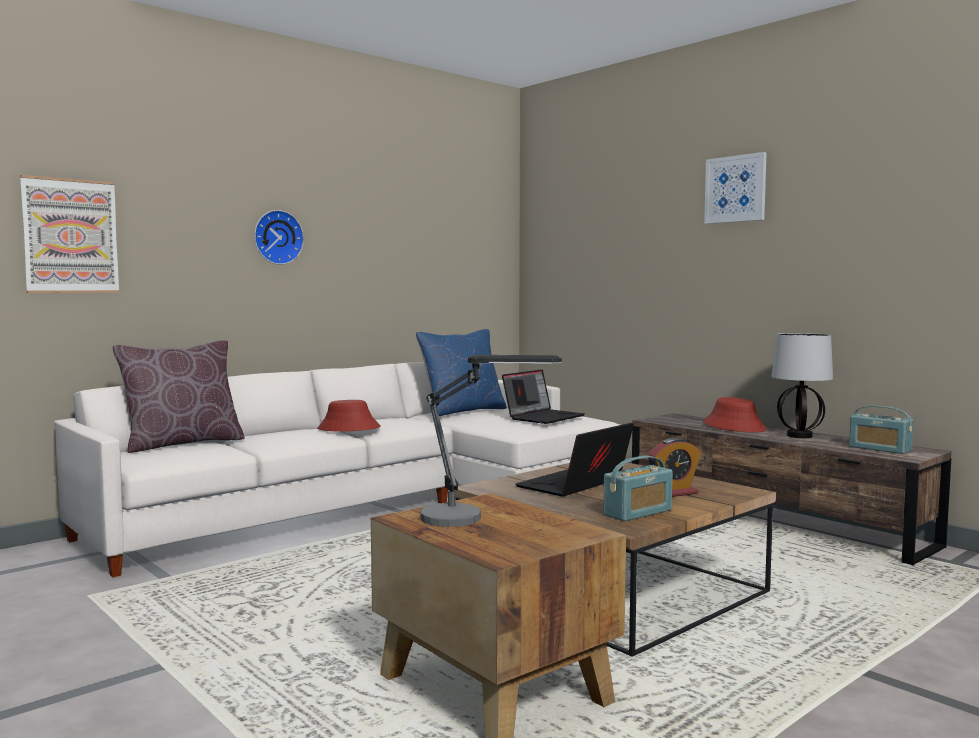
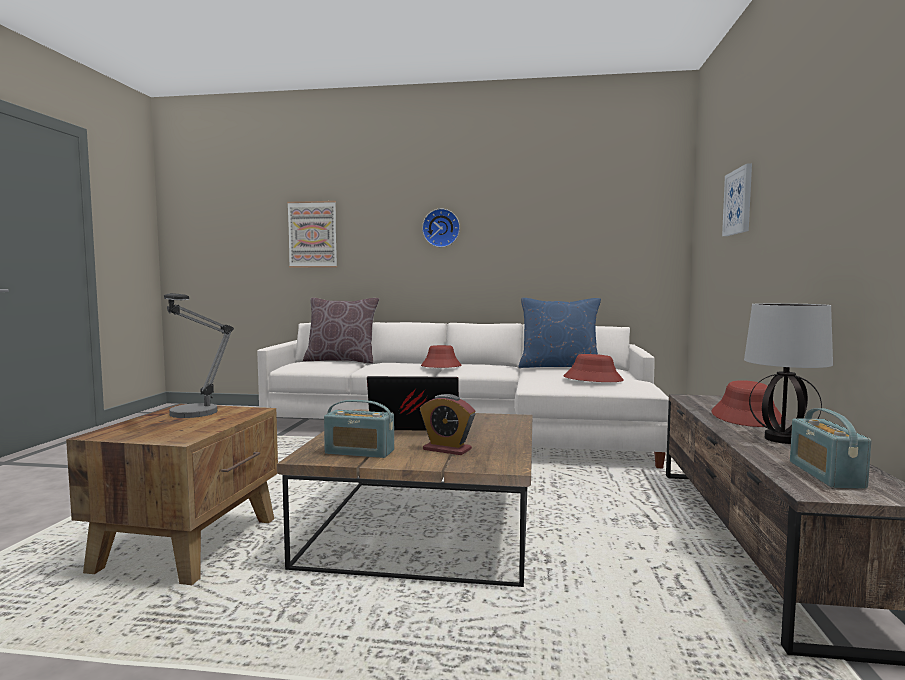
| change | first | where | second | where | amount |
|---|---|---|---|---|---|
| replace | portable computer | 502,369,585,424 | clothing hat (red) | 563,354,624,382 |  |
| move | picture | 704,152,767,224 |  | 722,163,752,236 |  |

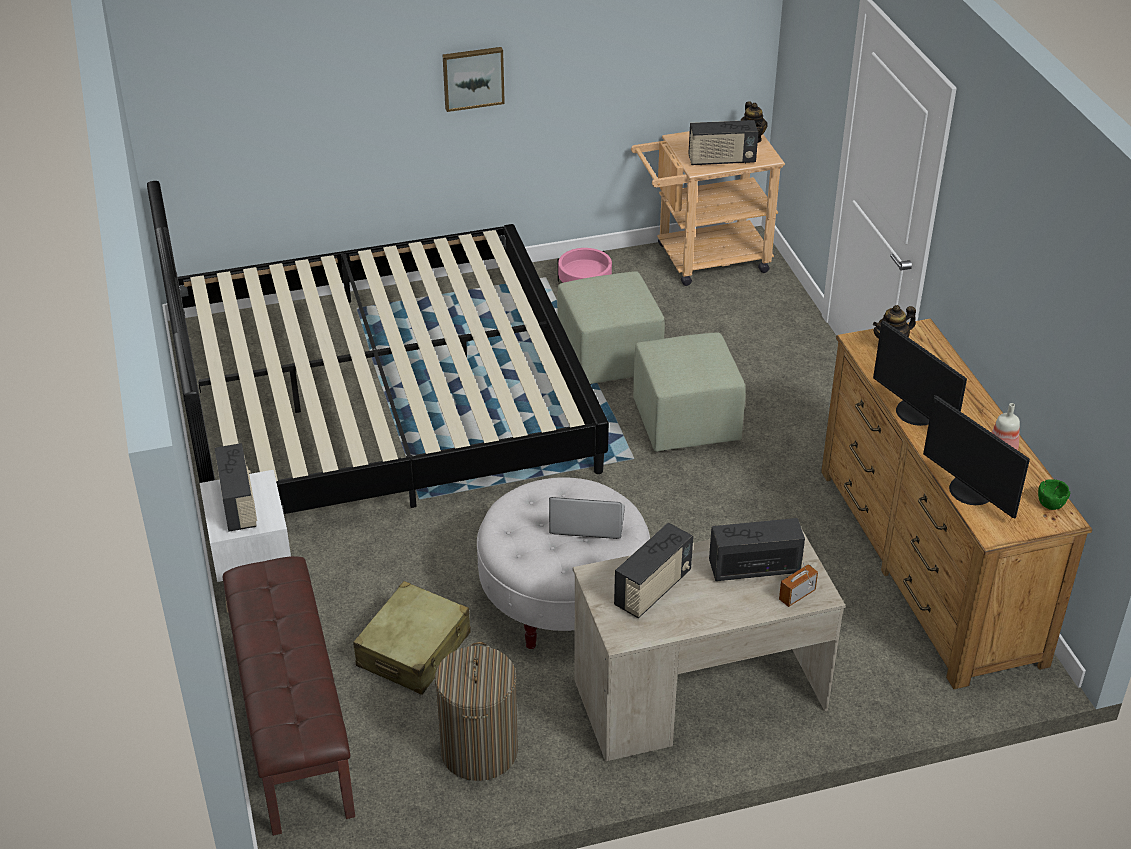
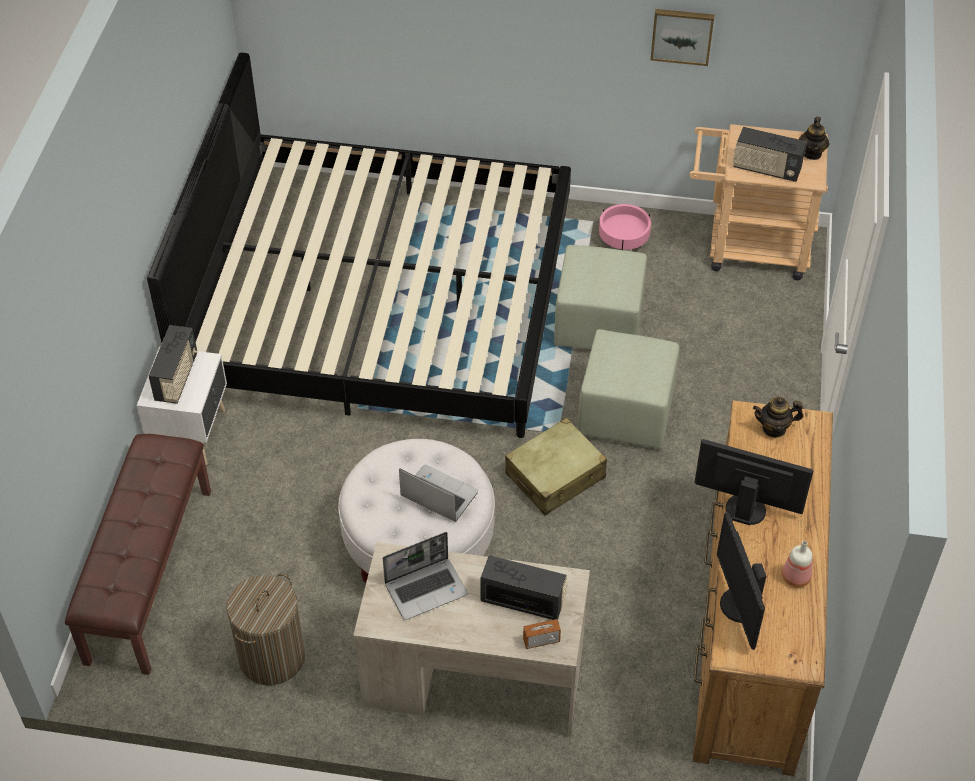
| change | first | where | second | where | amount |
|---|---|---|---|---|---|
| move | piece of luggage (sand-coloured) | 353,581,471,695 |  | 505,418,607,515 |  |
| move | picture | 443,47,505,112 |  | 650,9,714,66 |  |
| replace | radio set | 614,523,693,619 | portable computer | 383,532,468,620 |  |
| rotate | computer screen | 873,321,967,426 |  | 694,439,814,525 | 120 degrees clockwise |
| delete | bowl (green) | 1038,479,1070,510 |  |  |  |

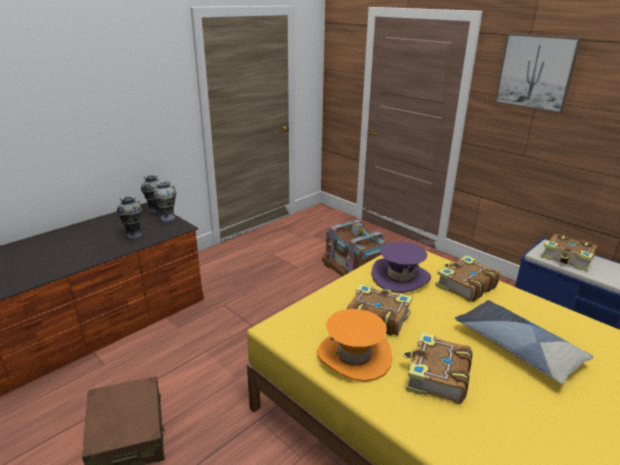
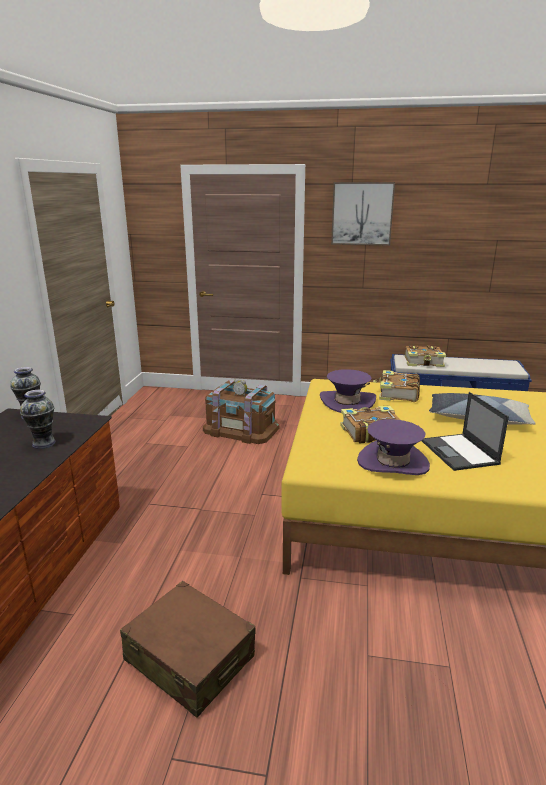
| change | first | where | second | where | amount |
|---|---|---|---|---|---|
| delete | vase | 153,180,177,222 |  |  |  |
| recolor | clothing hat (orange-coloured) | 317,309,392,382 | clothing hat (purplish) | 357,419,430,475 |  |
| replace | volume | 402,332,473,404 | portable computer | 422,392,509,471 |  |

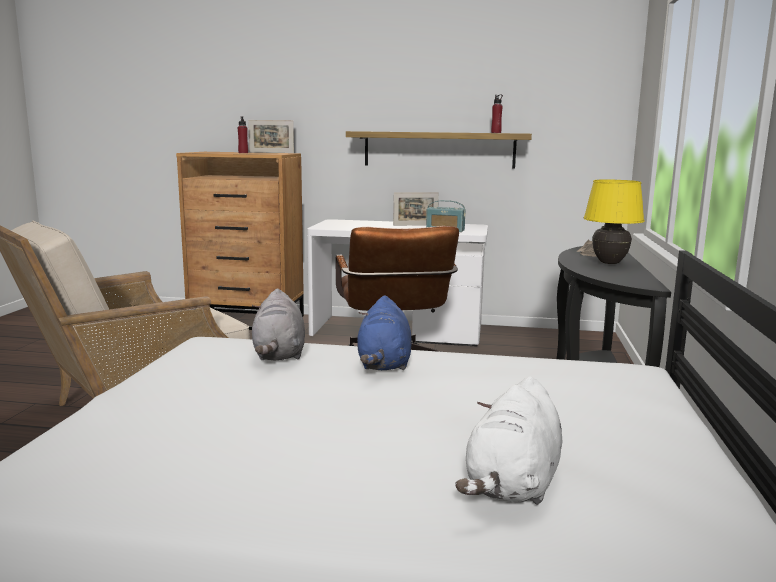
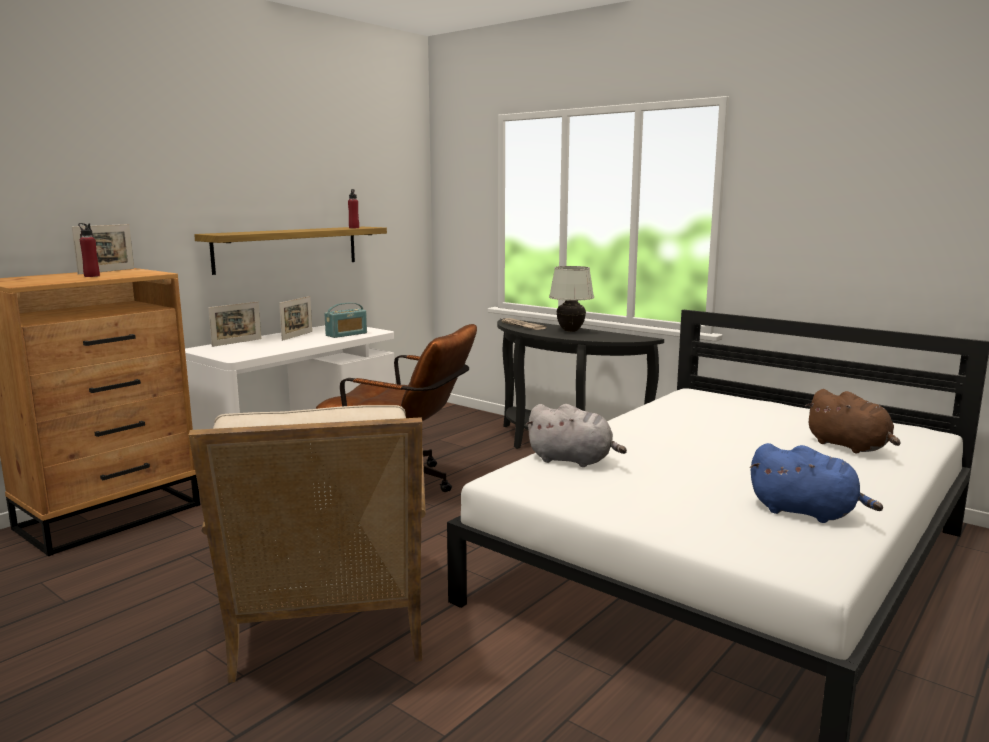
| change | first | where | second | where | amount |
|---|---|---|---|---|---|
| move | soft toy (blue-coloured) | 357,295,412,370 |  | 750,443,883,523 |  |
| recolor | soft toy (white-coloured) | 455,377,563,505 | soft toy (brown-coloured) | 805,389,900,453 |  |
| recolor | tabletop lamp (yellow-coloured) | 583,180,644,264 | tabletop lamp (white-coloured) | 549,266,594,332 |  |
| insert |  |  | picture frame | 208,302,261,347 |  |

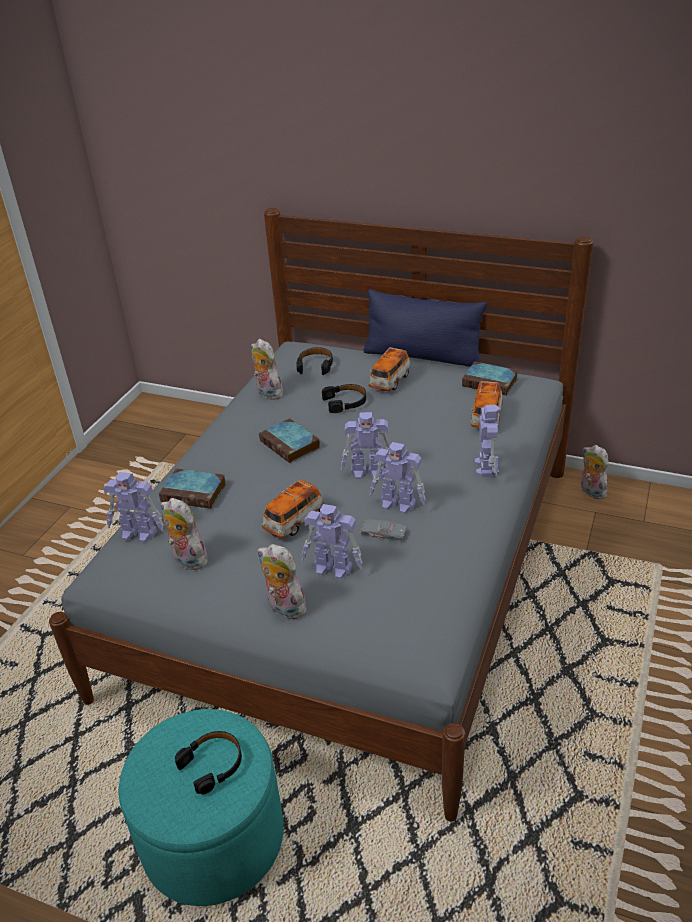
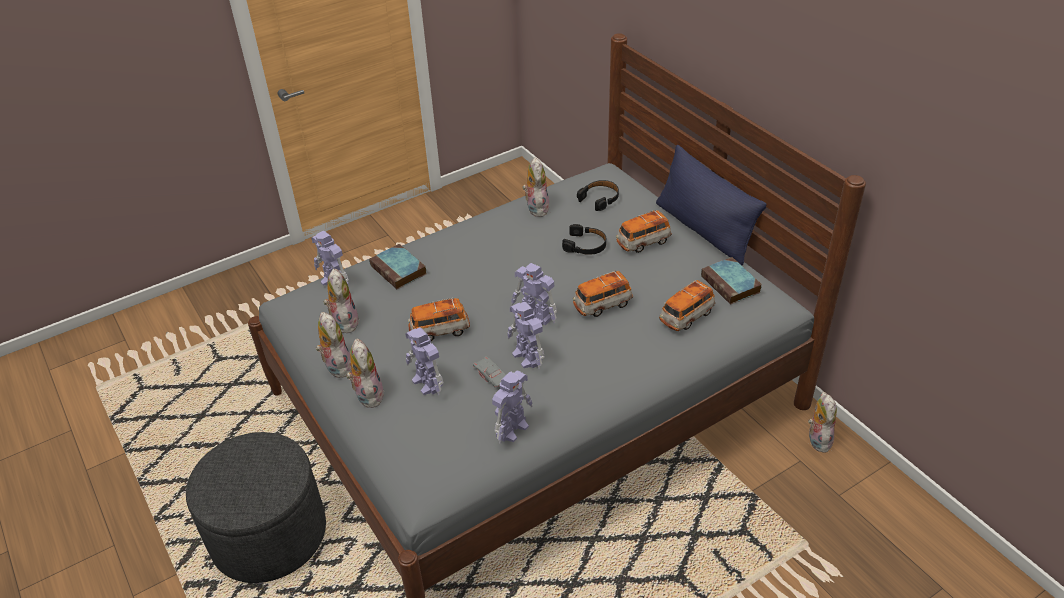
| change | first | where | second | where | amount |
|---|---|---|---|---|---|
| recolor | ottoman (blue-green) | 119,709,284,906 | ottoman (grey) | 186,432,326,583 |  |
| delete | headset (black) | 175,731,242,795 |  |  |  |
| delete | volume | 259,418,320,463 |  |  |  |
| move | robot figure | 475,405,500,477 |  | 492,371,533,444 |  |
| insert |  |  | soft toy | 316,312,351,378 |  |
| insert |  |  | model car | 573,271,633,317 |  |

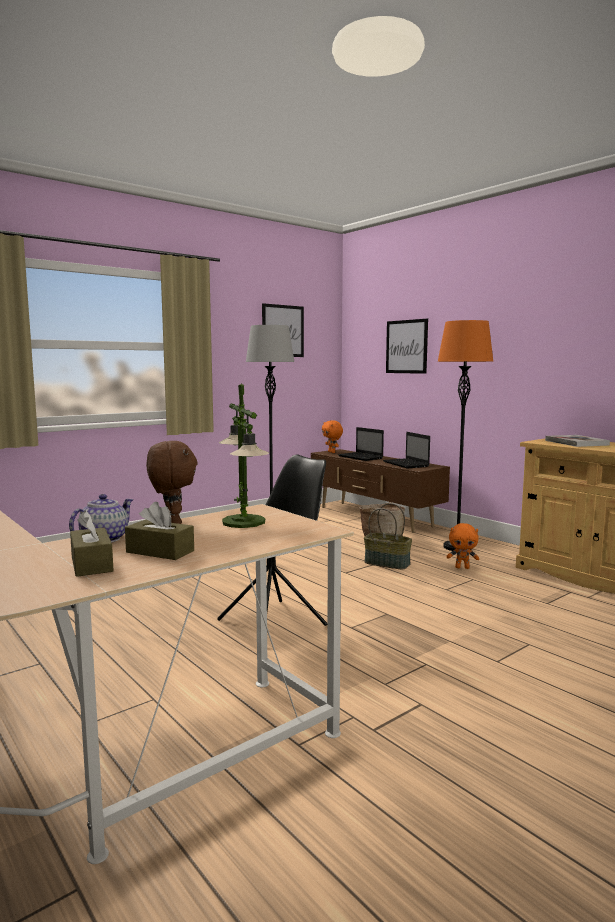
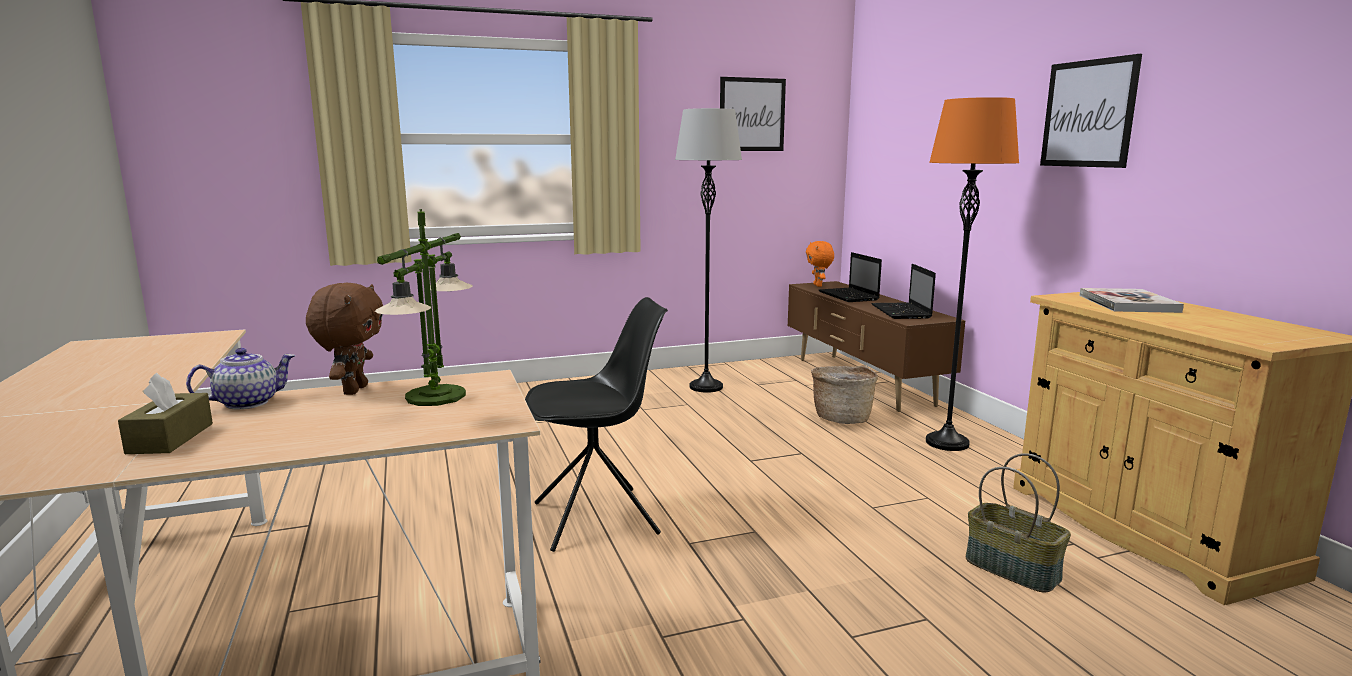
| change | first | where | second | where | amount |
|---|---|---|---|---|---|
| delete | tissue box (brown-coloured) | 125,502,194,560 |  |  |  |
| move | storage basket | 364,503,412,569 |  | 966,453,1071,593 |  |
| move | picture | 386,319,428,374 |  | 1040,54,1142,168 |  |
| delete | soft toy (orange-coloured) | 446,523,479,569 |  |  |  |

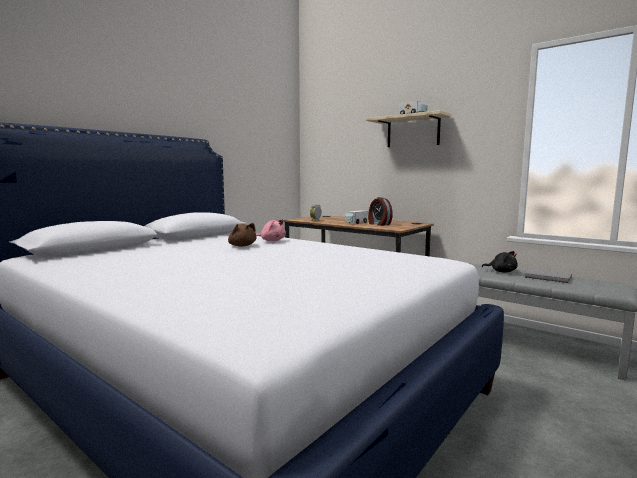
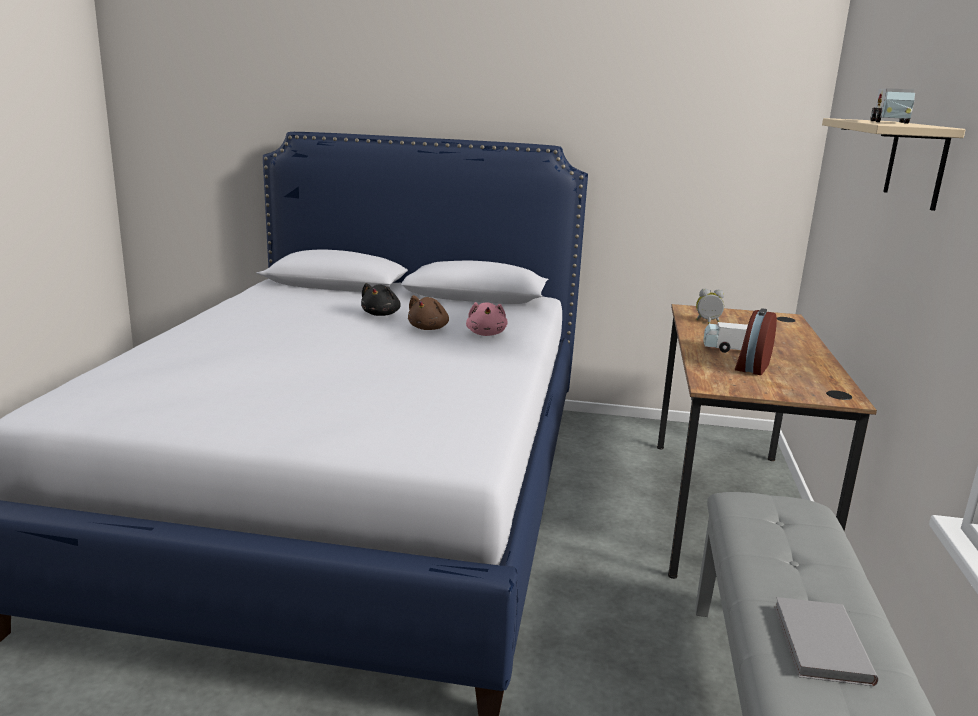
| change | first | where | second | where | amount |
|---|---|---|---|---|---|
| move | soft toy (black) | 482,251,518,273 |  | 361,283,401,316 |  |

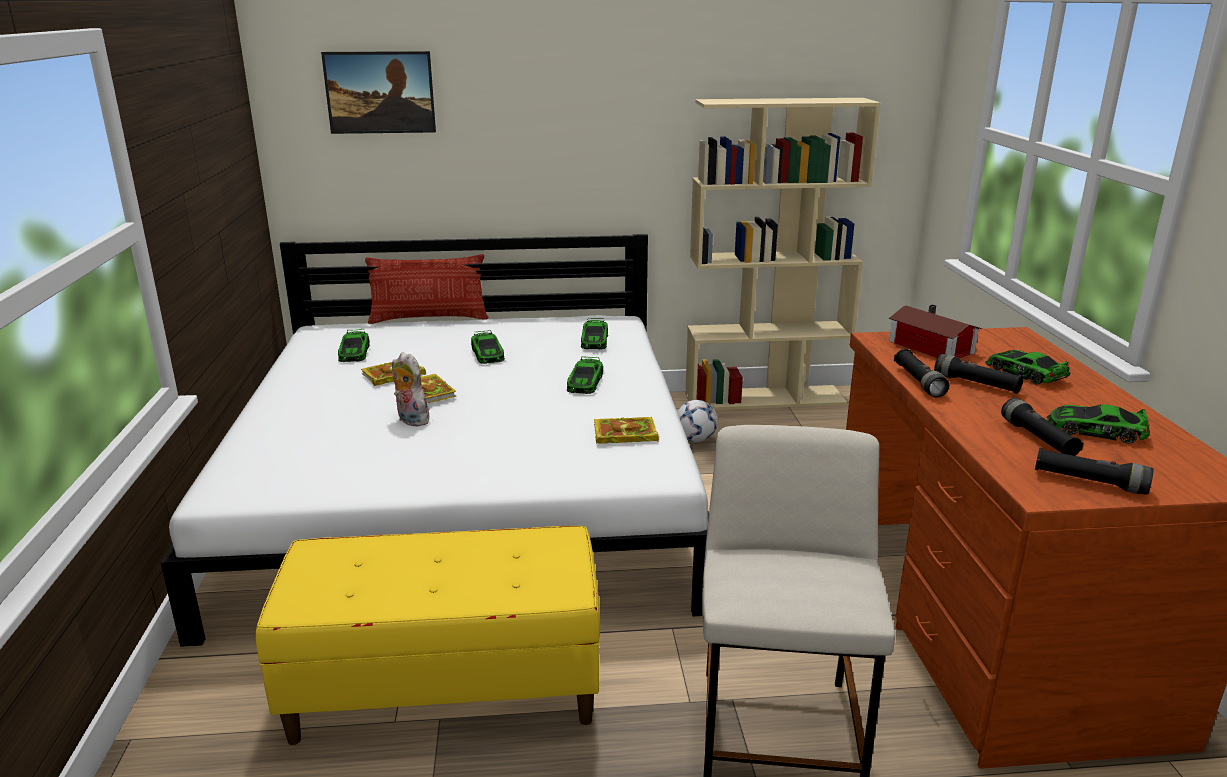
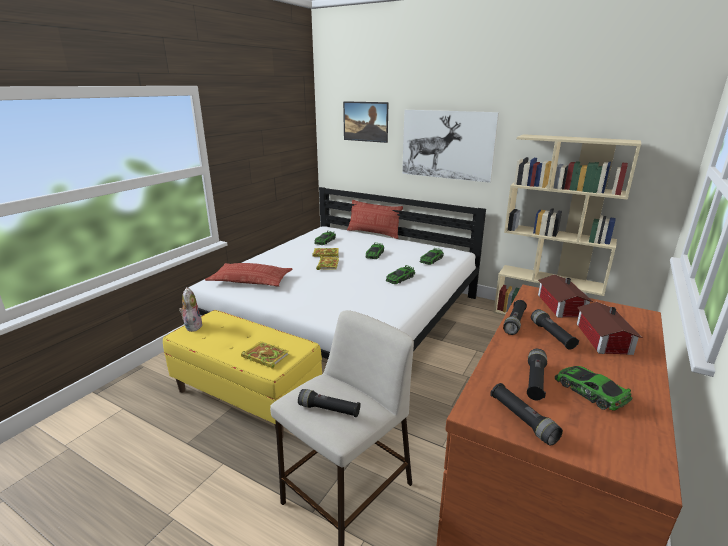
| change | first | where | second | where | amount |
|---|---|---|---|---|---|
| move | soft toy | 392,352,433,426 |  | 179,287,203,332 |  |
| move | volume | 594,417,659,444 |  | 241,341,289,369 |  |
| delete | ball for football | 677,400,718,442 |  |  |  |
| replace | model car | 985,350,1070,385 | miniature house | 577,302,642,355 |  |
| insert |  |  | pillow | 205,263,293,286 |  |
| insert |  |  | hand torch (black) | 298,389,361,417 |  |
| insert |  |  | picture | 402,110,499,183 |  |

